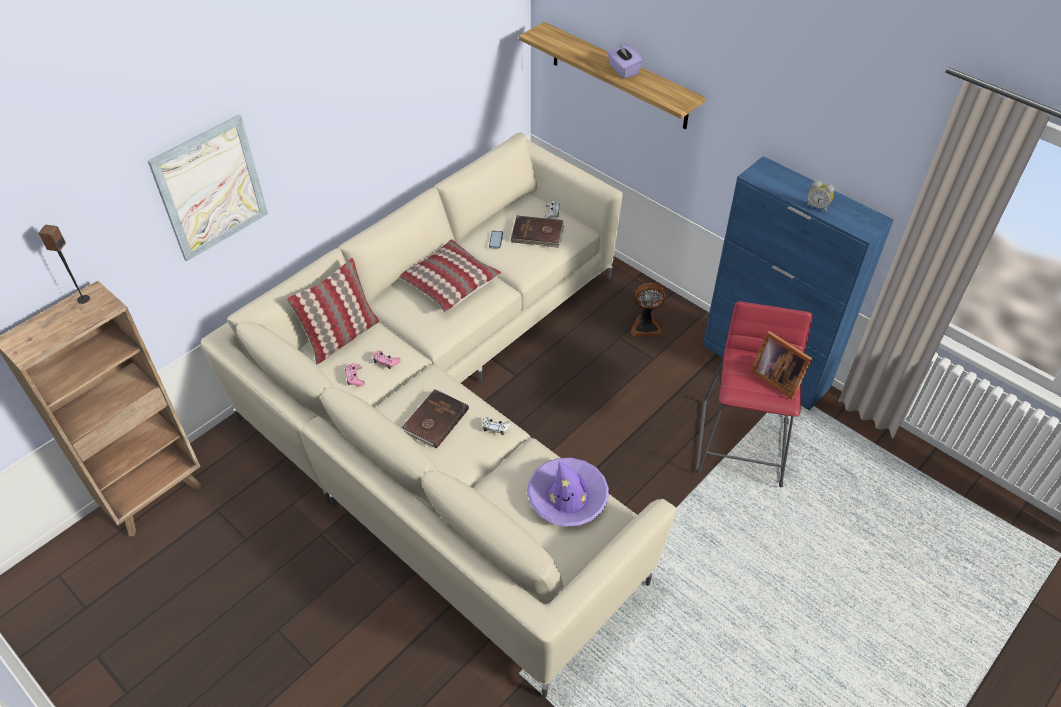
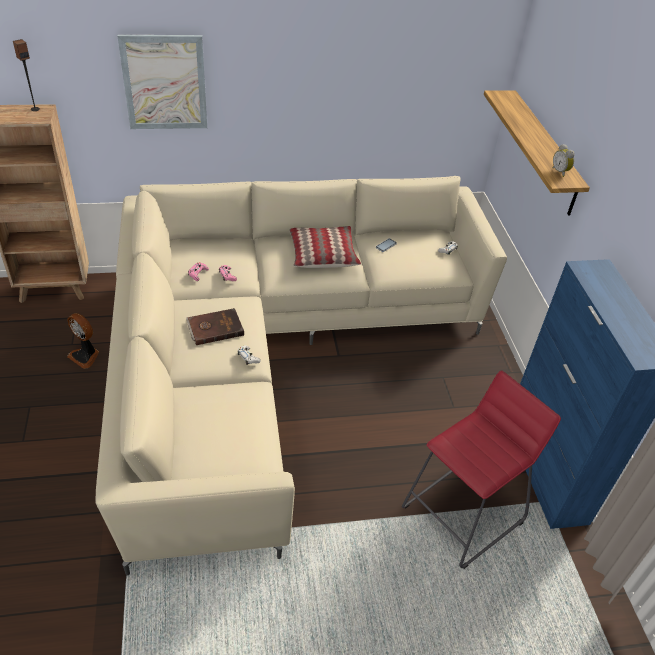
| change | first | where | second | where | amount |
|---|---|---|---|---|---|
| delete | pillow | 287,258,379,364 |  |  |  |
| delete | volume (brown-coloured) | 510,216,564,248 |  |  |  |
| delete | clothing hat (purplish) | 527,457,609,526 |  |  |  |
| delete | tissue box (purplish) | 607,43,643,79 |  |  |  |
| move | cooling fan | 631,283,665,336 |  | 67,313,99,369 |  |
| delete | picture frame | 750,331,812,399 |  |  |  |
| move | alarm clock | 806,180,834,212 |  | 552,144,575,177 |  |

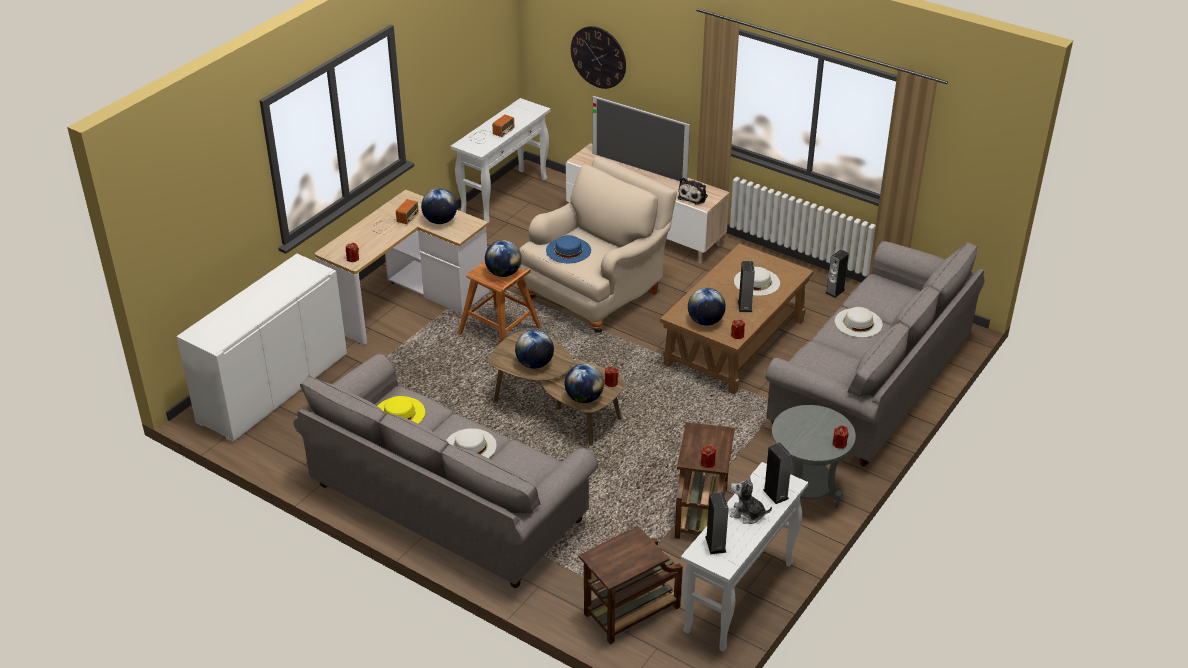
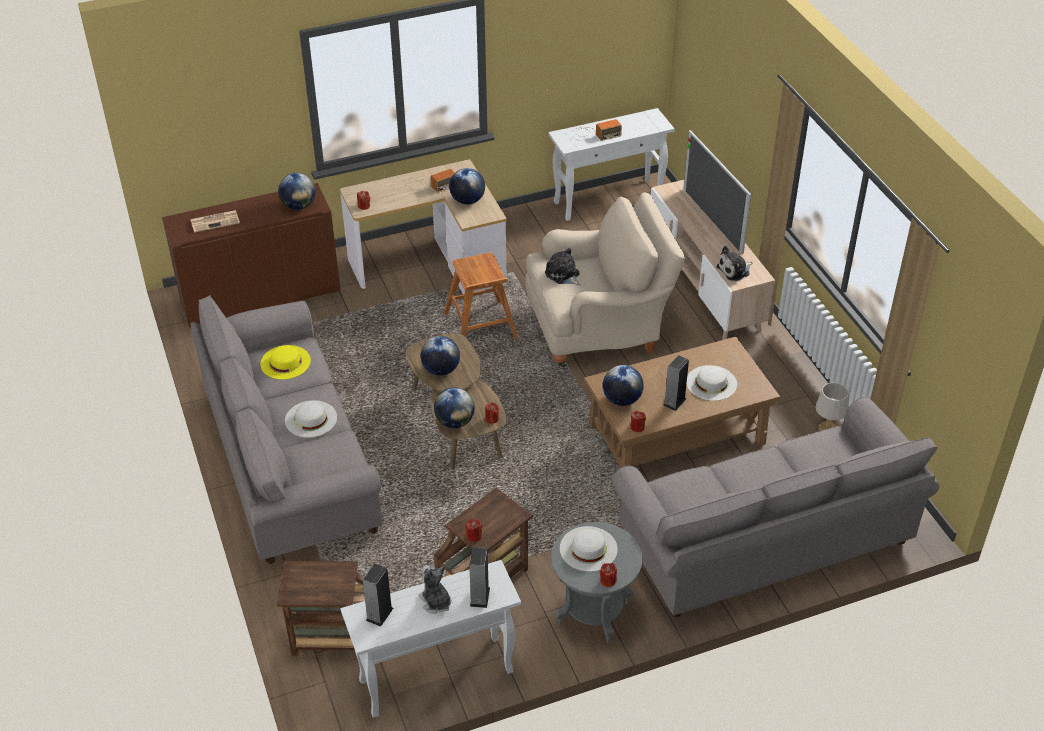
| change | first | where | second | where | amount |
|---|---|---|---|---|---|
| recolor | storage cabinet (white-coloured) | 176,254,347,442 | storage cabinet (brown-coloured) | 162,183,340,328 |  |
| move | desk globe | 485,240,521,277 |  | 278,173,315,210 |  |
| replace | clothing hat (blue-coloured) | 546,235,591,263 | soft toy | 545,248,581,286 |  |
| delete | hanging clock | 571,26,626,89 |  |  |  |
| replace | speaker | 825,249,849,298 | tabletop lamp (grey) | 815,382,849,431 |  |
| move | clothing hat (white-coloured) | 835,307,883,337 |  | 560,526,618,572 |  |
| insert |  |  | daily paper | 191,210,240,233 |  |

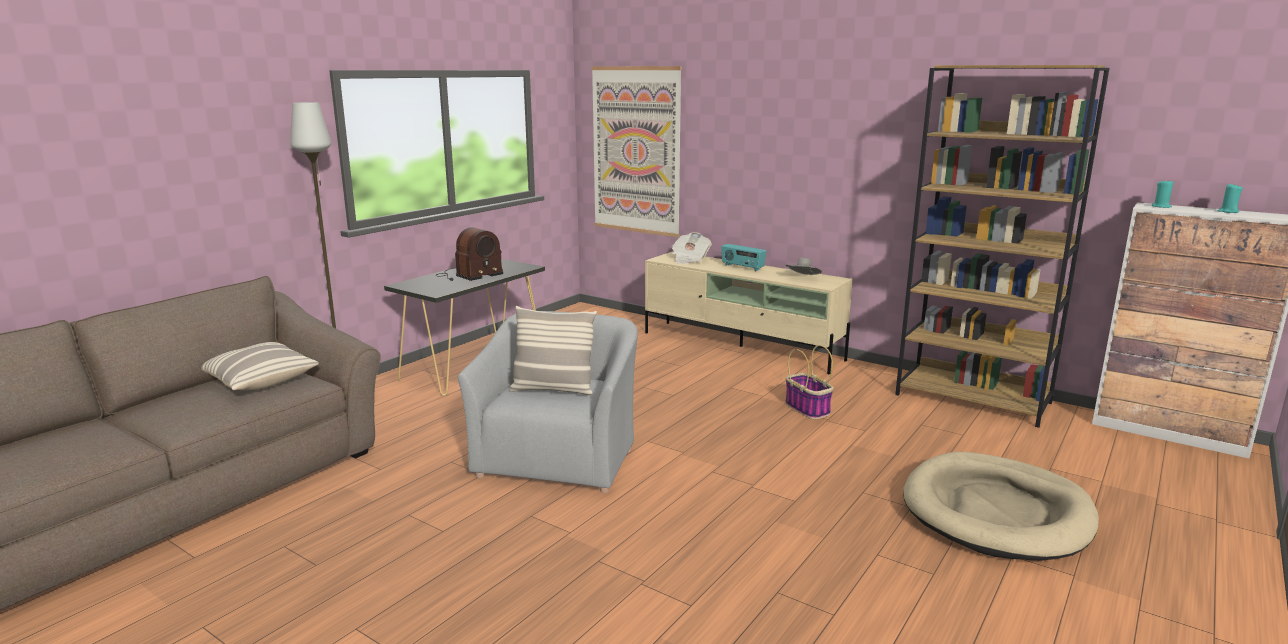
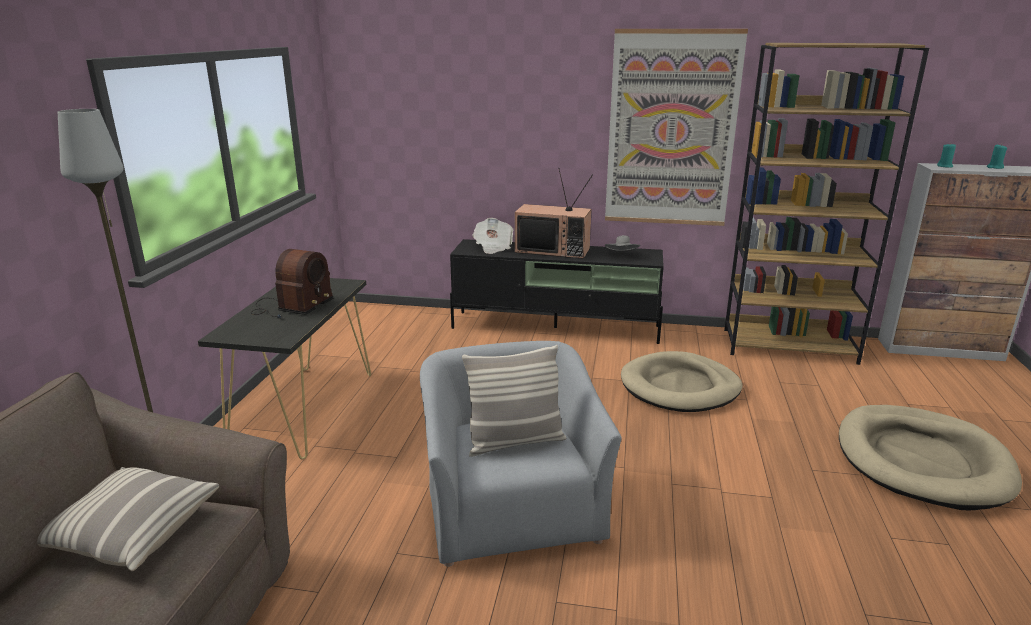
| change | first | where | second | where | amount |
|---|---|---|---|---|---|
| move | picture | 592,66,682,238 |  | 605,29,748,226 |  |
| recolor | tv unit (sand-coloured) | 645,252,853,374 | tv unit (black) | 450,239,664,344 |  |
| replace | radio set | 721,244,766,271 | television | 515,168,593,259 |  |
| replace | storage basket | 785,345,834,419 | dog cushion (sand-coloured) | 621,351,742,412 |  |

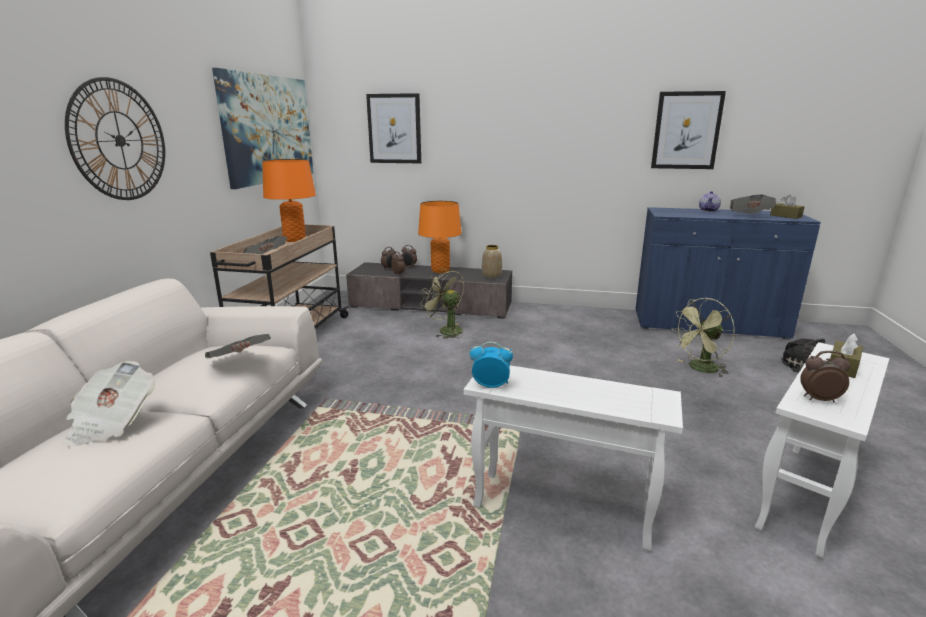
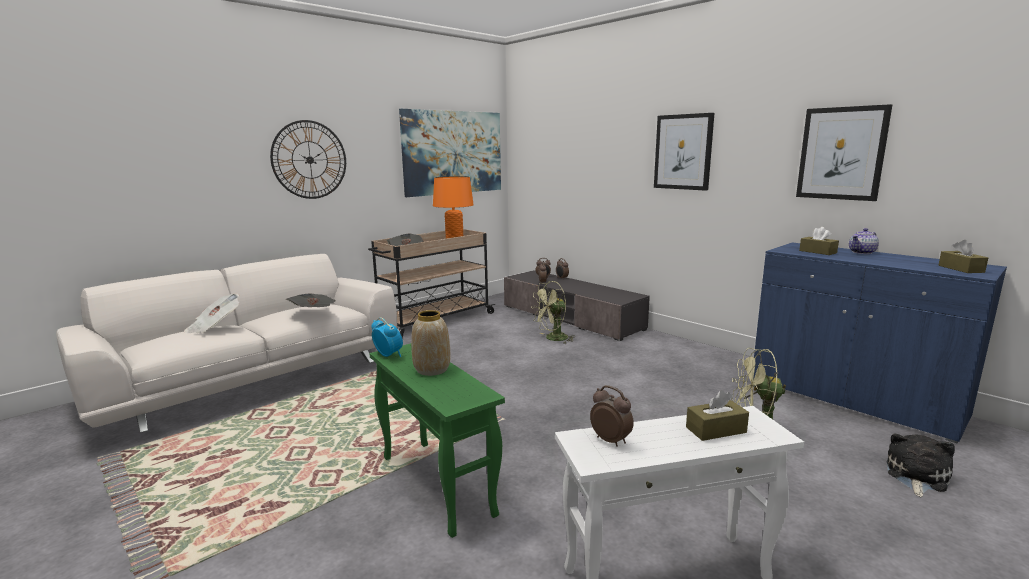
| change | first | where | second | where | amount |
|---|---|---|---|---|---|
| move | picture | 366,93,421,163 |  | 654,113,714,191 |  |
| delete | tabletop lamp (orange-coloured) | 418,201,462,273 |  |  |  |
| rotate | cooling fan (green) | 420,269,464,339 |  | 531,281,574,344 | 105 degrees counterclockwise |
| recolor | side table (white-coloured) | 464,365,683,551 | side table (green) | 369,344,505,538 |  |
| move | vase | 482,245,502,279 |  | 411,310,450,376 |  |
| delete | daily paper | 730,195,777,214 |  |  |  |
| insert |  |  | tissue box (brown-coloured) | 799,227,839,255 |  |

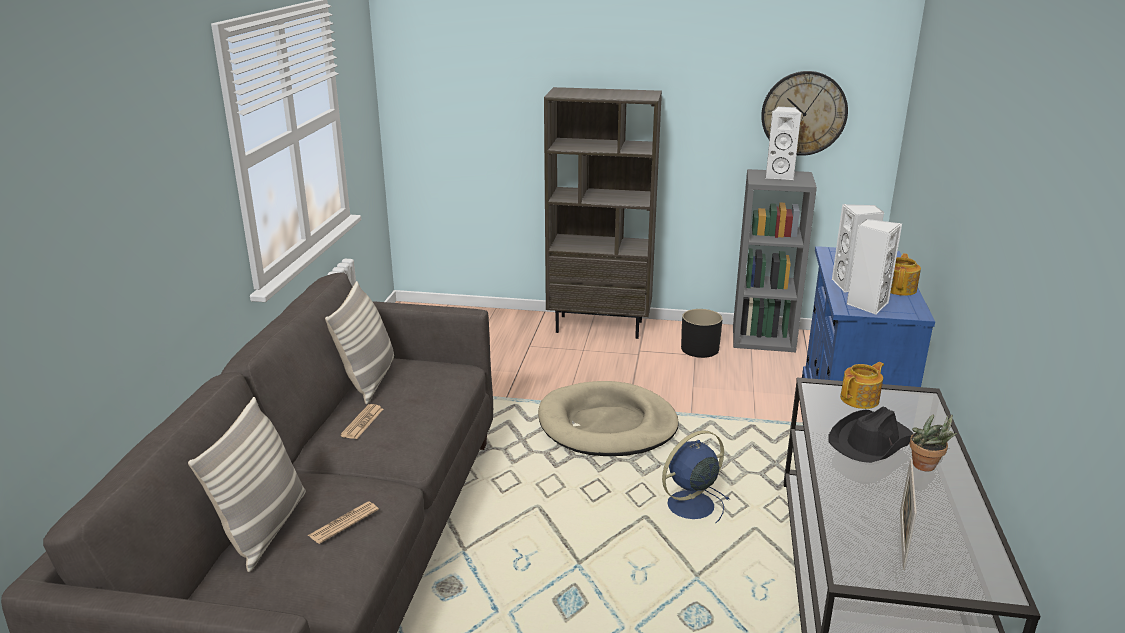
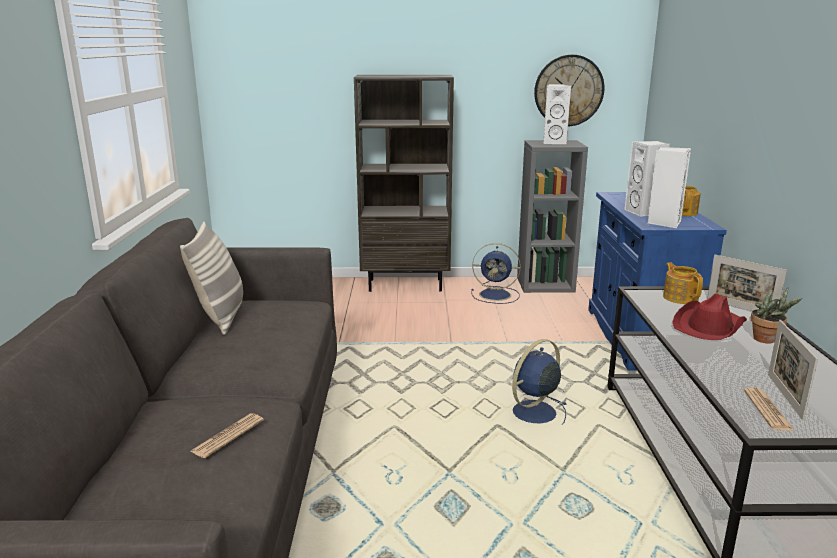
| change | first | where | second | where | amount |
|---|---|---|---|---|---|
| delete | pillow | 188,397,306,572 |  |  |  |
| move | daily paper | 340,404,383,439 |  | 744,388,795,431 |  |
| delete | dog cushion (sand-coloured) | 538,381,679,456 |  |  |  |
| replace | plant pot (black) | 681,309,723,358 | cooling fan (blue-coloured) | 471,243,521,304 |  |
| recolor | clothing hat (black) | 828,407,914,463 | clothing hat (red) | 673,293,747,340 |  |
| rotate | pot for tea | 840,362,884,409 |  | 663,262,703,304 | 60 degrees counterclockwise |
| insert |  |  | picture frame | 707,255,787,311 |  |

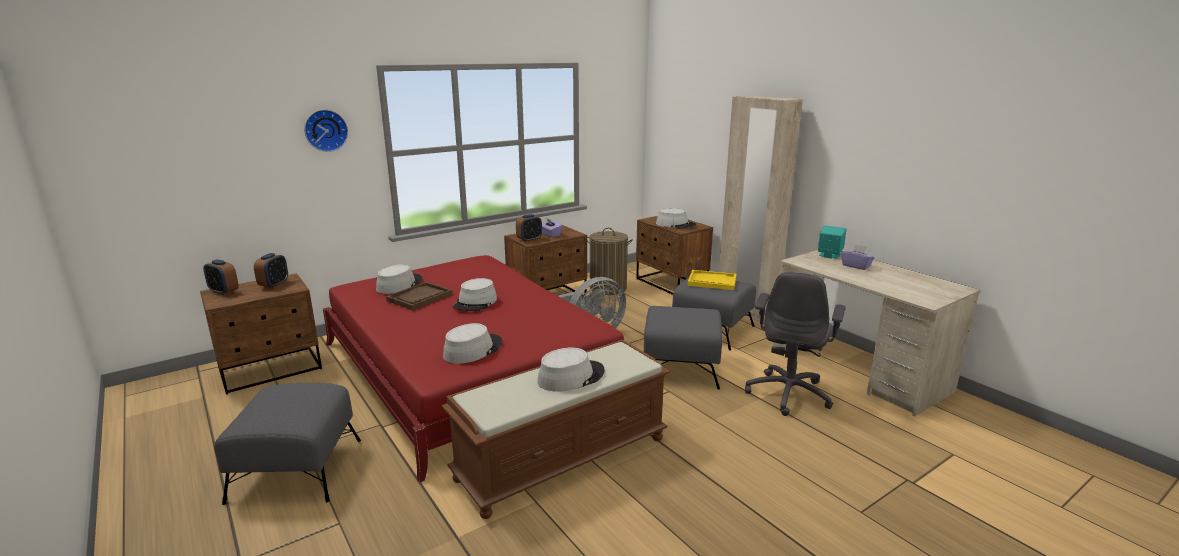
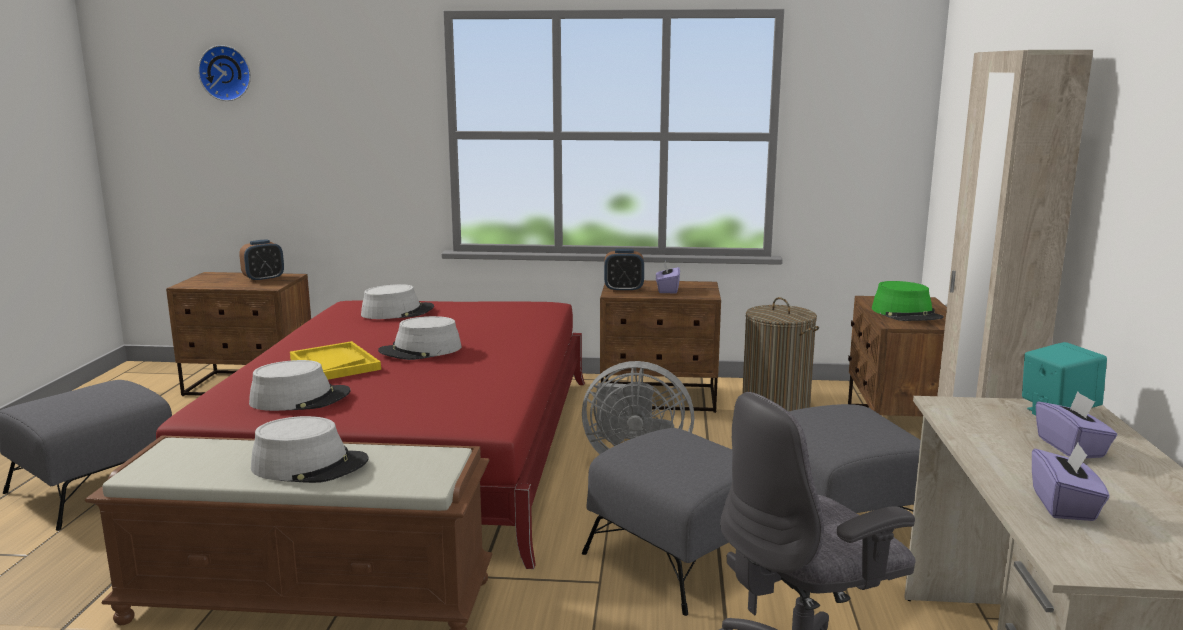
| change | first | where | second | where | amount |
|---|---|---|---|---|---|
| delete | alarm clock | 203,259,239,295 |  |  |  |
| move | hanging clock | 304,109,348,152 |  | 198,45,251,101 |  |
| delete | serving tray (brown-coloured) | 386,282,453,310 |  |  |  |
| recolor | clothing hat (grey) | 656,208,696,229 | clothing hat (green) | 872,281,944,321 |  |
| move | serving tray (yellow-coloured) | 687,270,736,290 |  | 290,341,381,380 |  |
| insert |  |  | tissue box (purplish) | 1032,442,1110,521 |  |

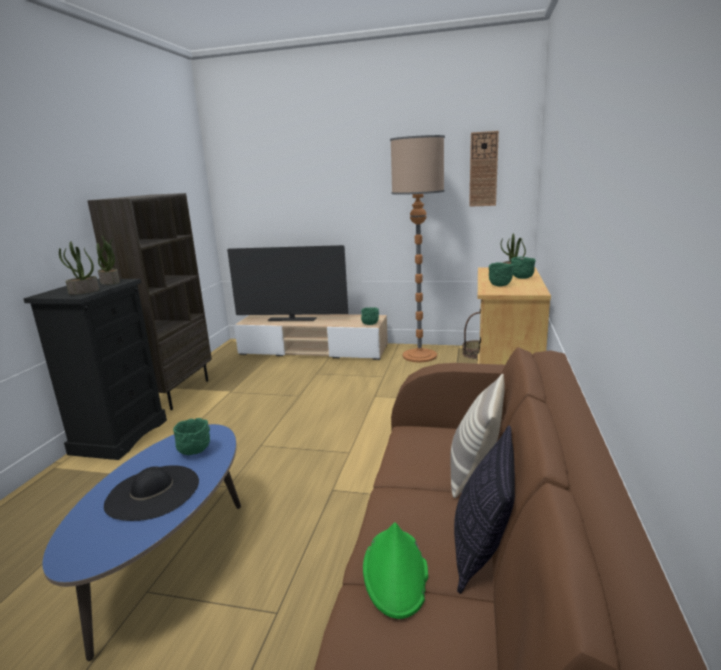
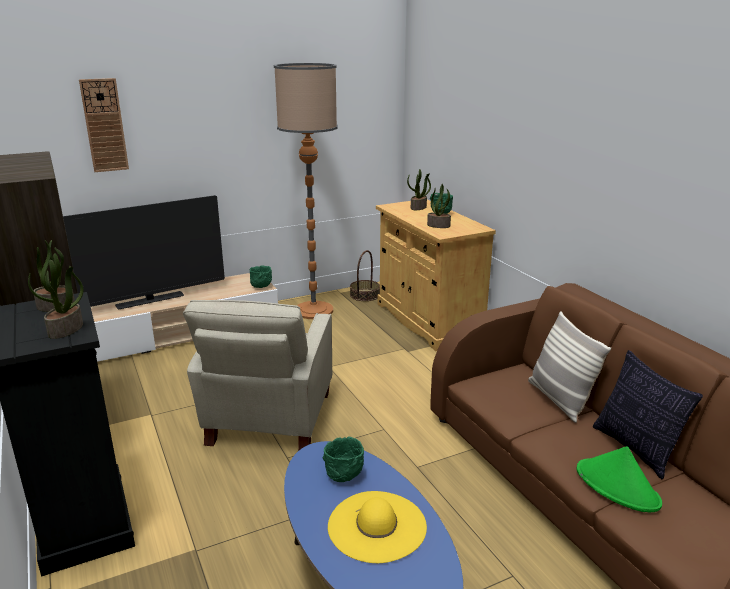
| change | first | where | second | where | amount |
|---|---|---|---|---|---|
| recolor | clothing hat (black) | 104,465,199,521 | clothing hat (yellow-coloured) | 328,491,427,563 |  |
| move | hanging clock | 469,131,499,207 |  | 79,78,129,172 |  |
| replace | bowl (green) | 489,262,514,286 | potted plant | 427,184,451,228 |  |
| insert |  |  | lounge chair (sand-coloured) | 183,300,332,451 |  |

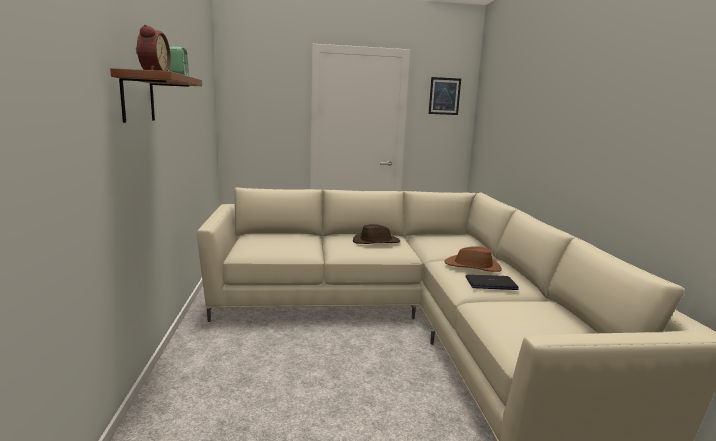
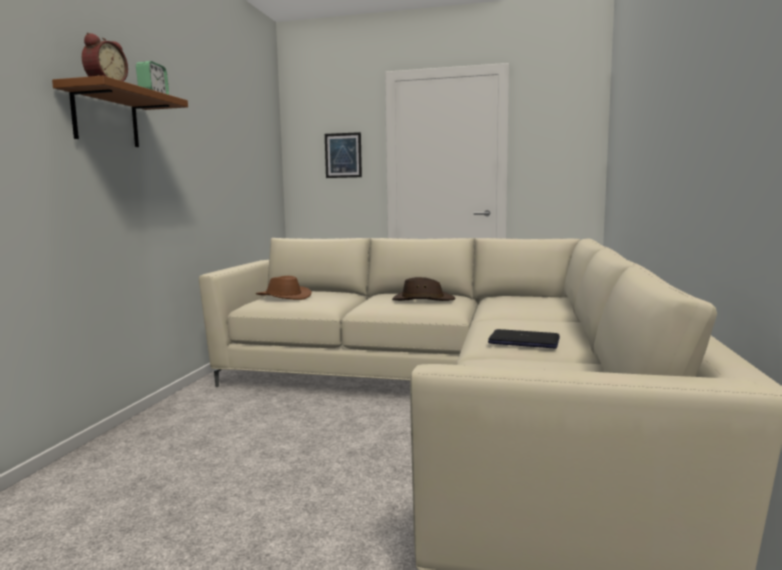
| change | first | where | second | where | amount |
|---|---|---|---|---|---|
| move | picture | 429,77,461,115 |  | 325,132,362,178 |  |
| move | clothing hat (brown-coloured) | 444,246,502,272 |  | 256,276,312,300 |  |

